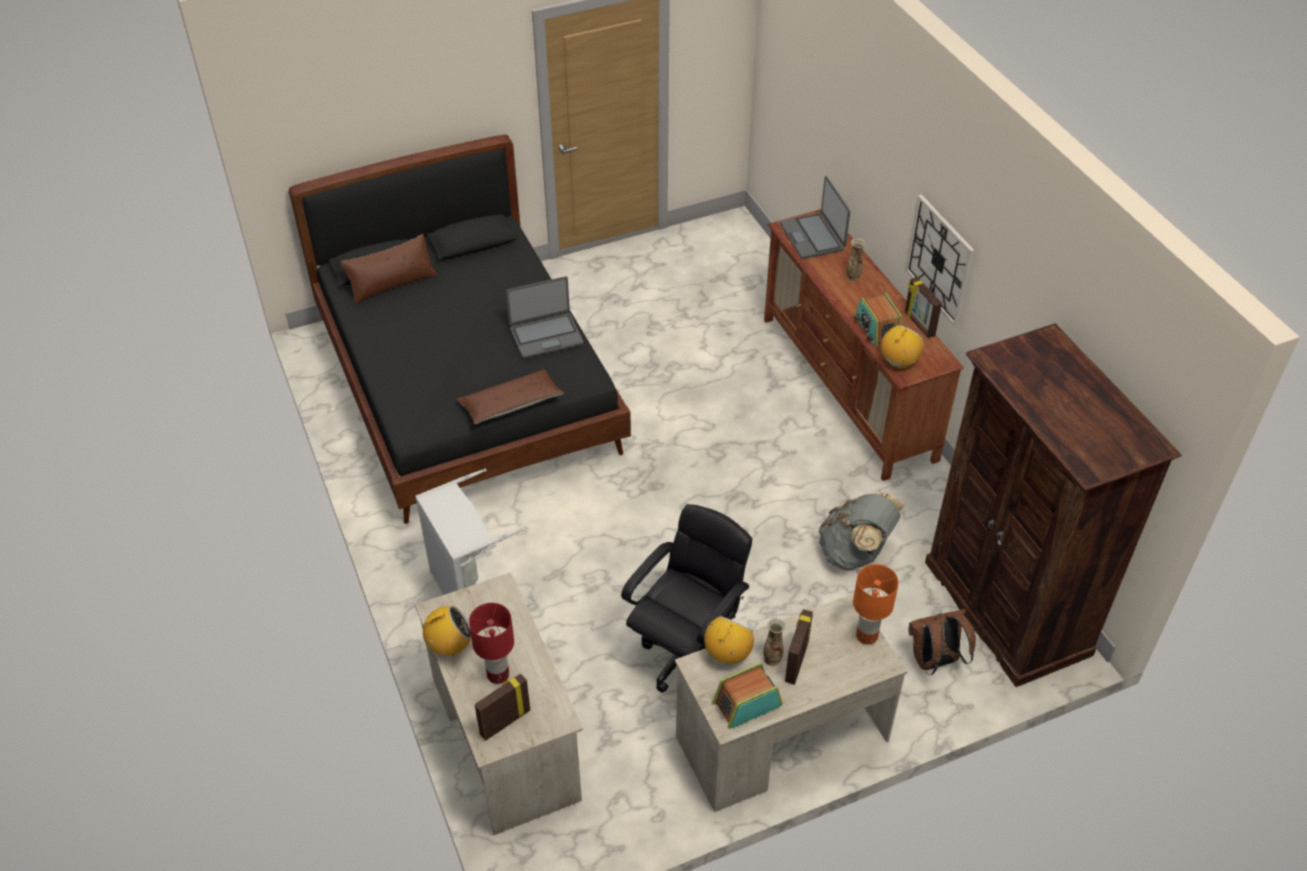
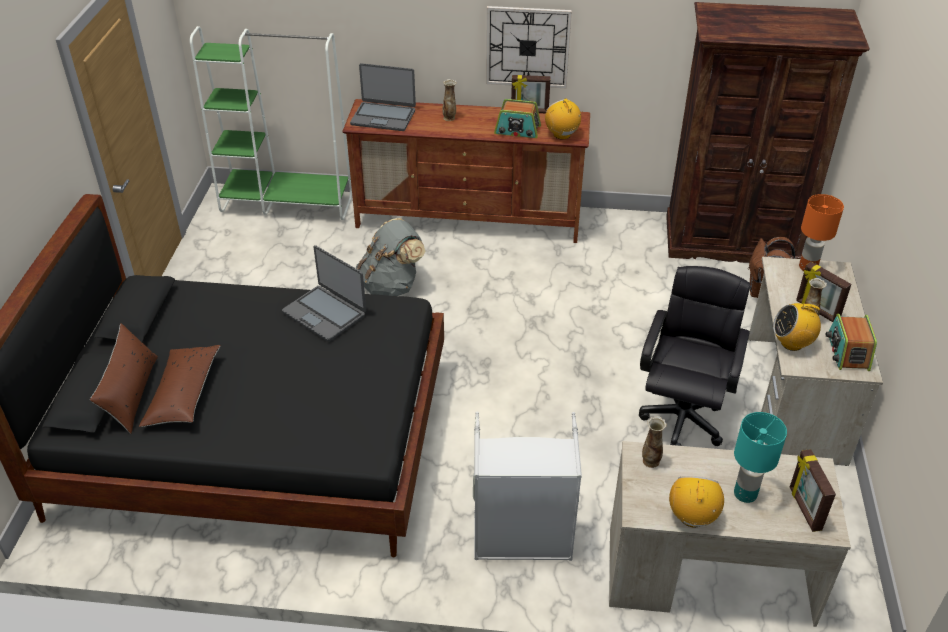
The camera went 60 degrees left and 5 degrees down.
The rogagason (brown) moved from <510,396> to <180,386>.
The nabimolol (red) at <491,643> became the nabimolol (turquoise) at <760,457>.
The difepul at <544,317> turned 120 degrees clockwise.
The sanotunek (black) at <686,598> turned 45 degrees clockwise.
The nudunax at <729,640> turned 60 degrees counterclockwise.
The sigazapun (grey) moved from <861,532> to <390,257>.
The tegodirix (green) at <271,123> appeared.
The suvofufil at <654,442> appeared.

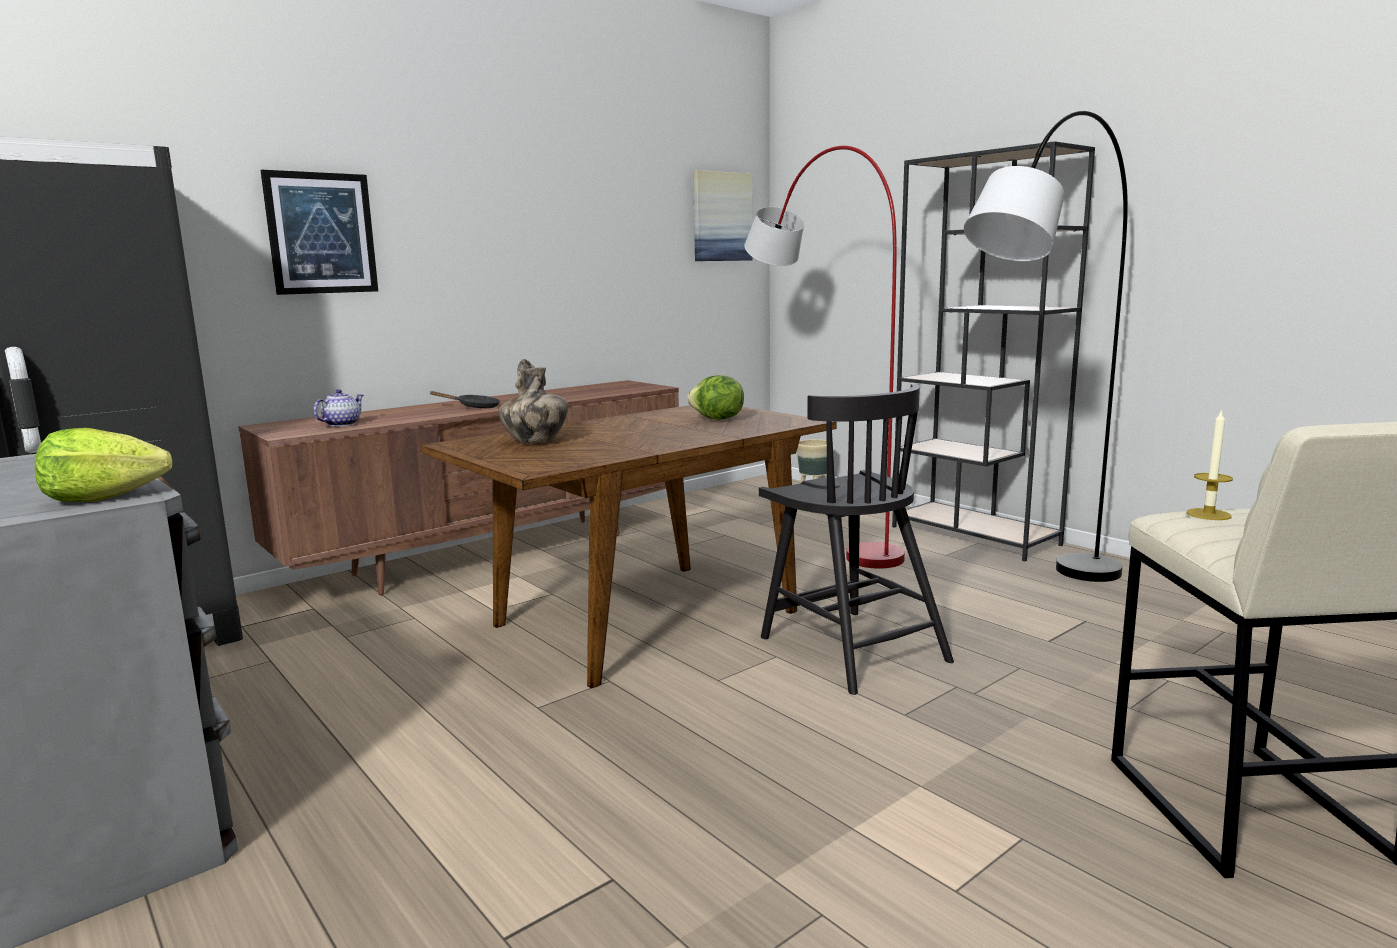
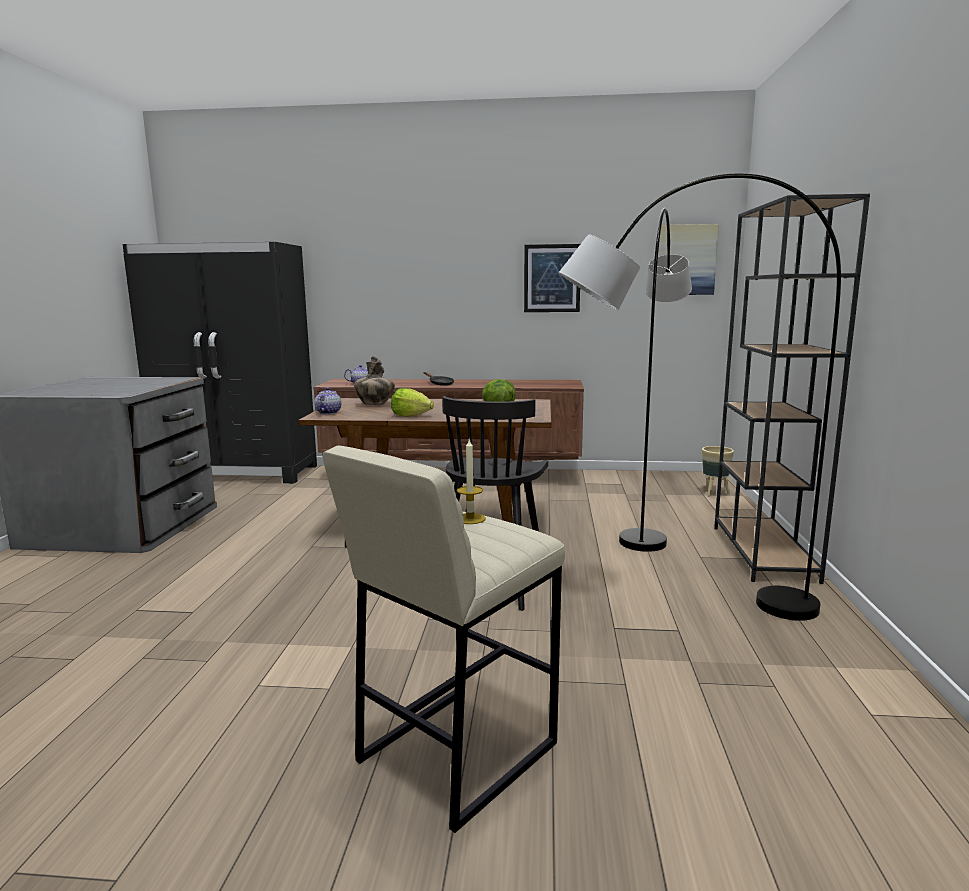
The camera went 45 degrees right and 0 degrees up.
The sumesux moved from <103,465> to <412,402>.
The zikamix moved from <319,232> to <552,278>.
The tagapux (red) at <824,357> became the tagapux (grey) at <655,380>.
The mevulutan at <327,400> appeared.

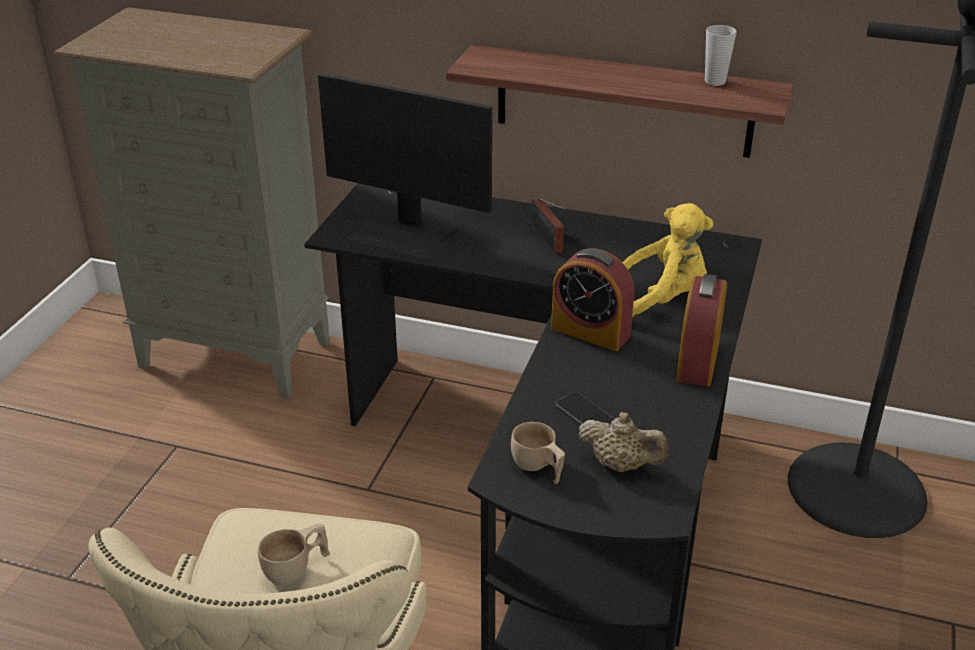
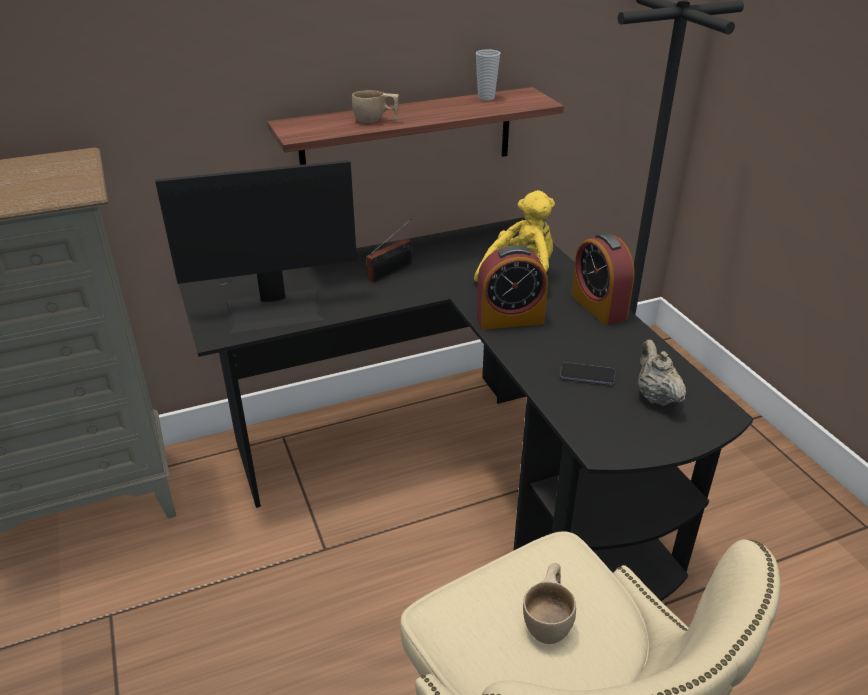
The camera went 40 degrees left and 0 degrees up.
The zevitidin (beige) moved from <538,453> to <375,106>.
The nudunax at <548,226> turned 75 degrees counterclockwise.
The mevulutan (beige) at <623,442> turned 90 degrees counterclockwise.

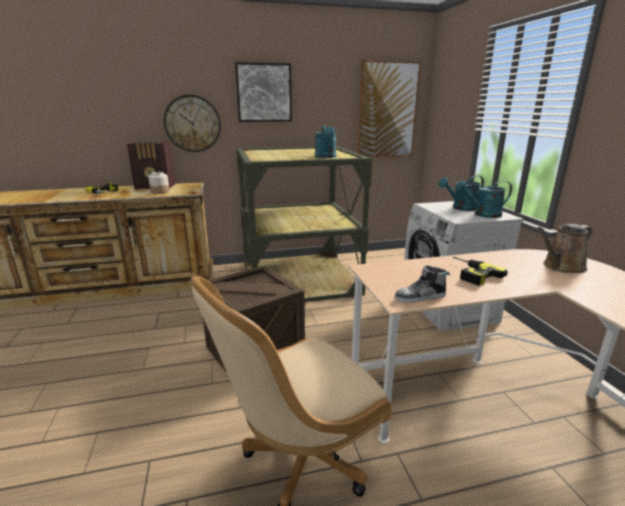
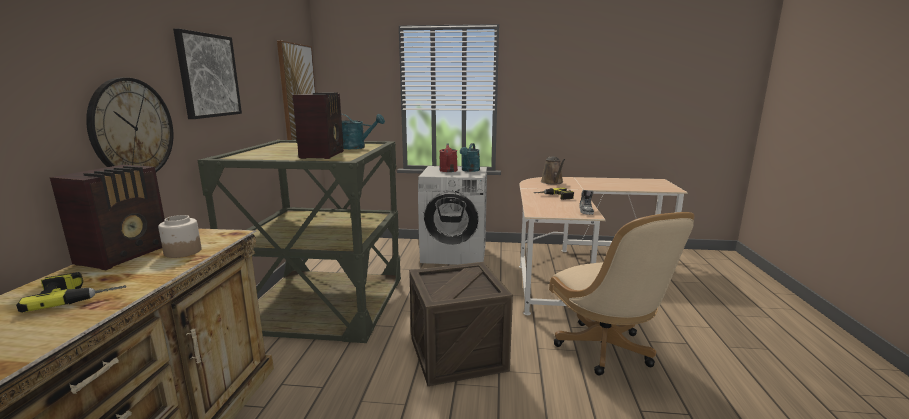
The camera went 70 degrees left and 5 degrees down.
The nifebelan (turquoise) at <461,193> became the nifebelan (red) at <448,158>.
The nudunax at <318,125> appeared.

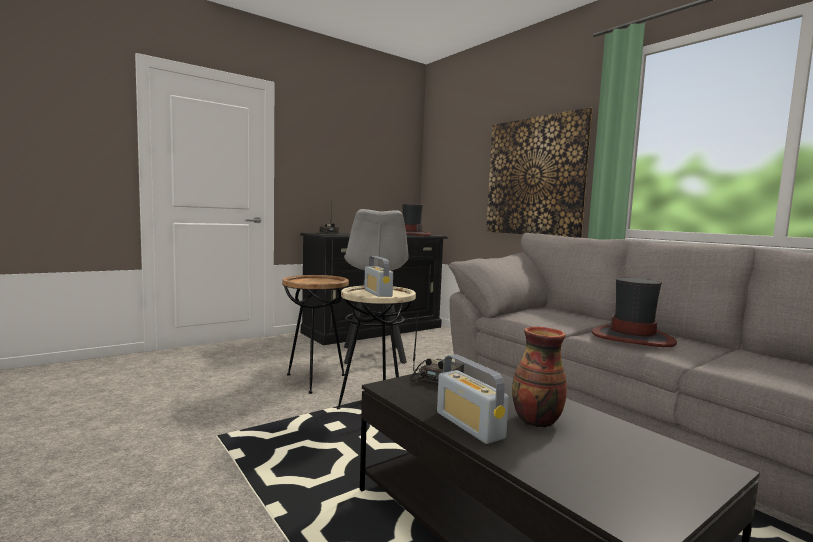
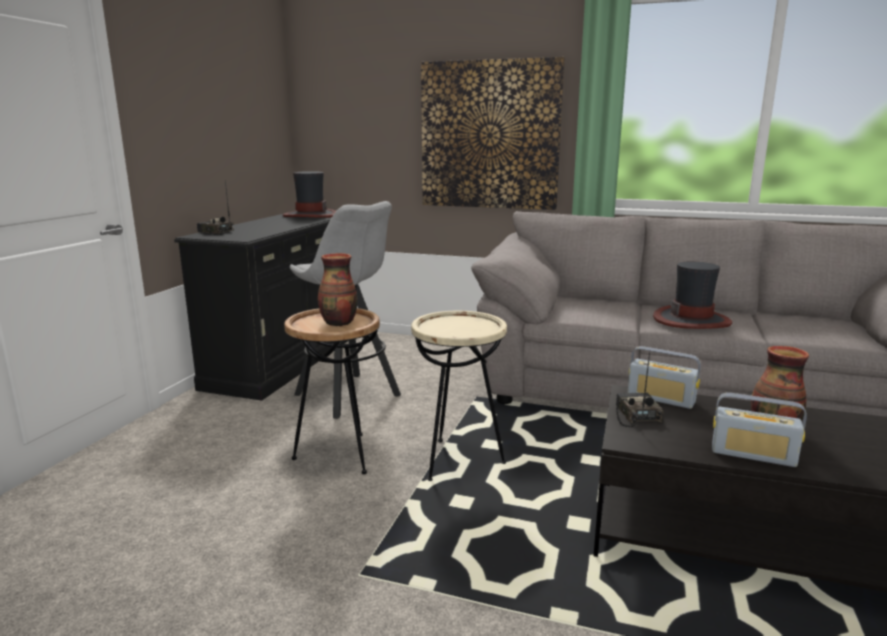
The camera went 35 degrees left and 10 degrees up.
The nudunax moved from <378,276> to <664,377>.
The suvofufil at <338,290> appeared.

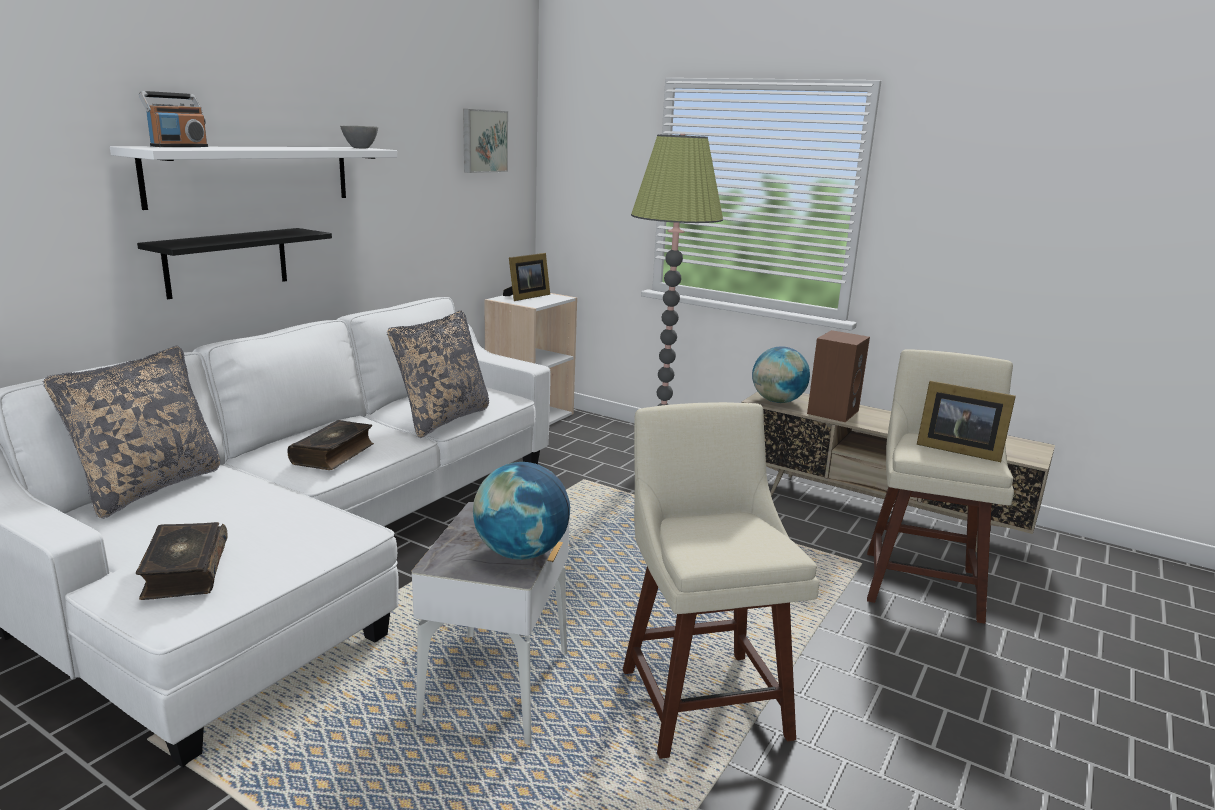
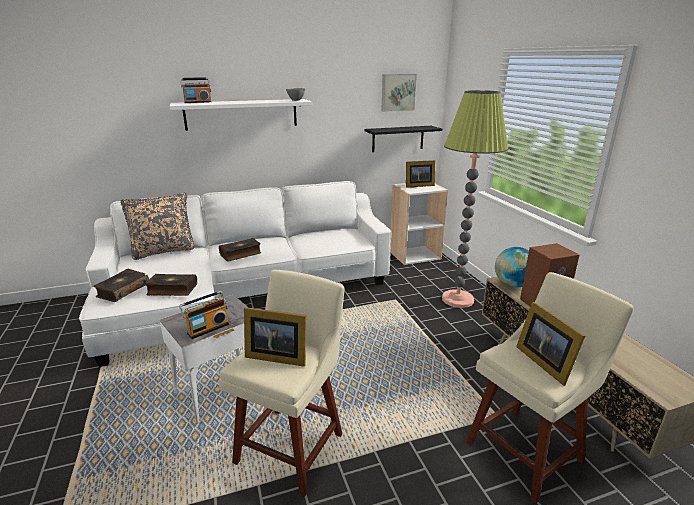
The camera went 40 degrees right and 5 degrees up.
The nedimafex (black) moved from <234,263> to <403,139>.
The rogagason (grey) at <437,374> disappeared.
The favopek at <521,511> was replaced by the nudunax at <204,315>.
The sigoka at <171,285> appeared.
The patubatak at <275,337> appeared.

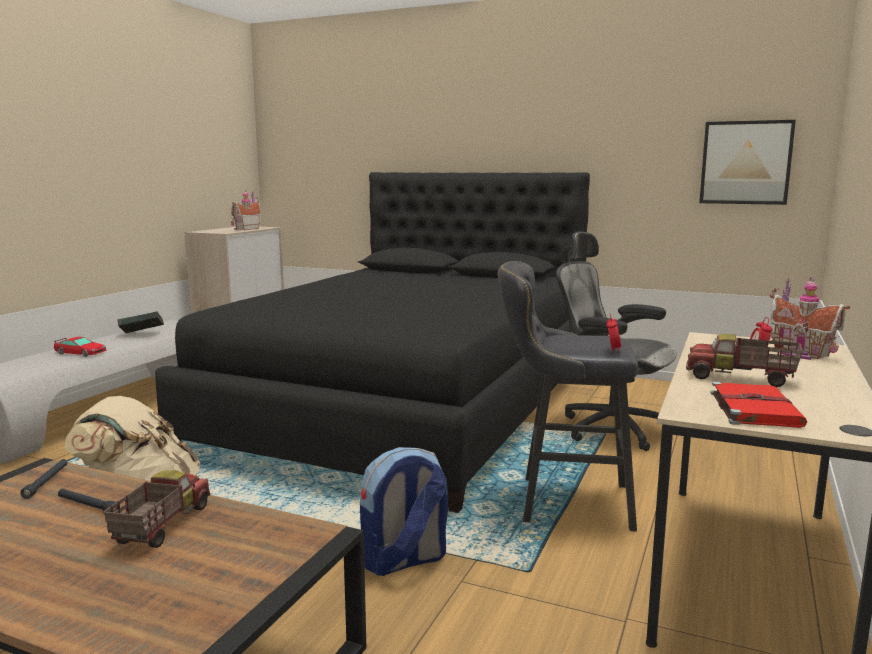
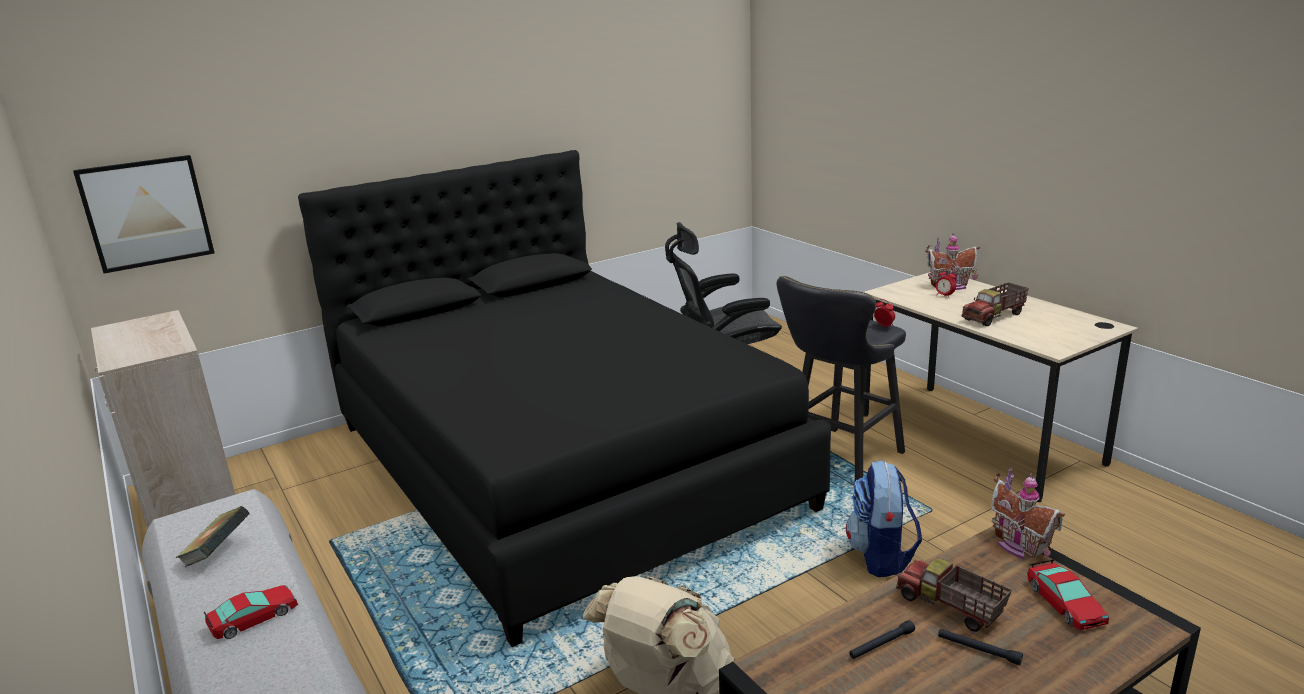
The camera went 55 degrees left and 10 degrees up.
The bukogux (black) moved from <44,479> to <980,647>.
The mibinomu moved from <246,209> to <1028,513>.
The zikamix moved from <747,162> to <144,214>.
The sigoka (red) at <758,405> disappeared.
The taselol at <1068,594> appeared.

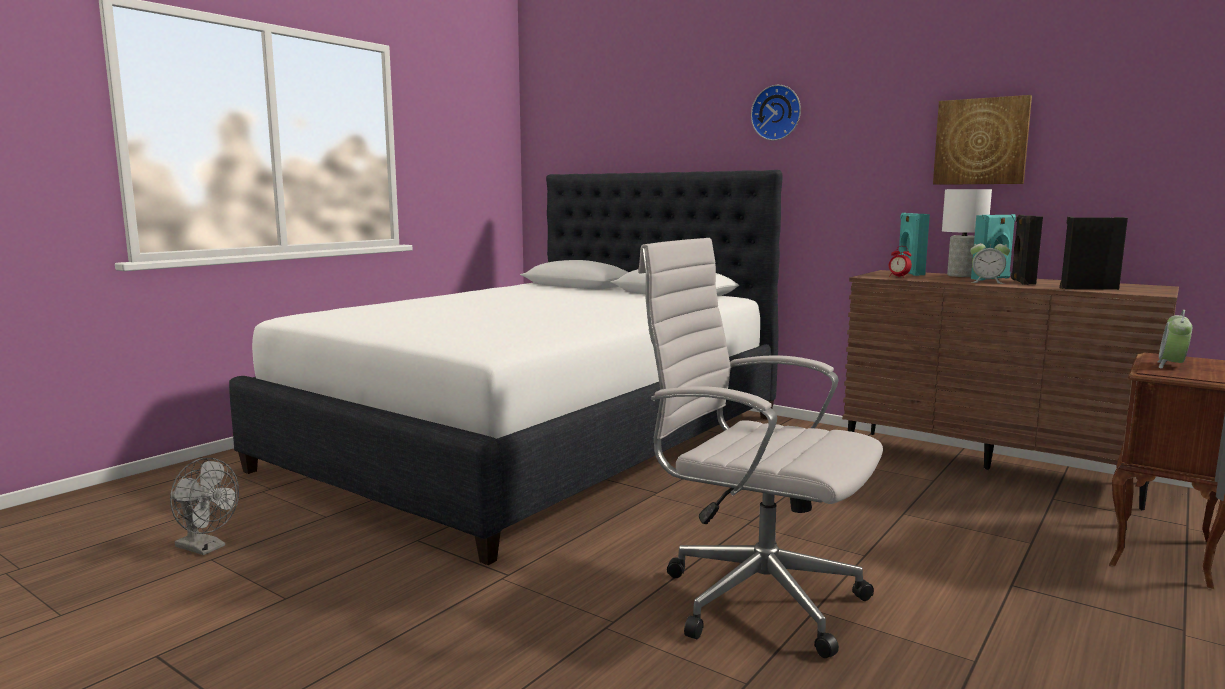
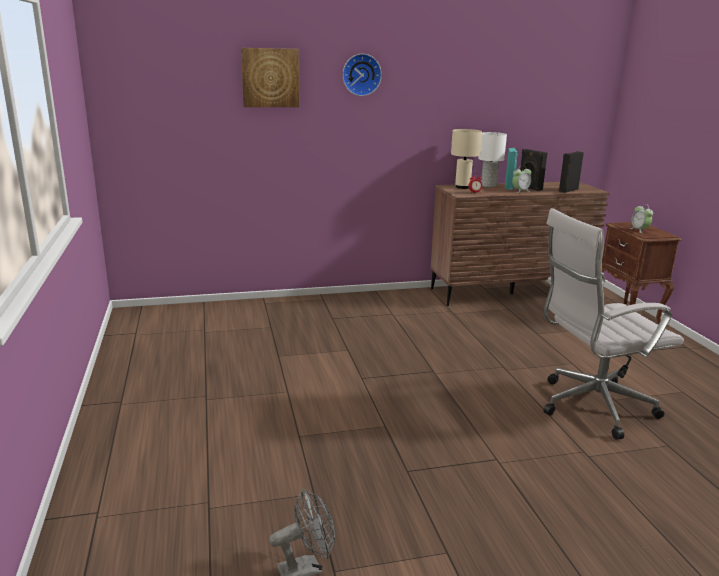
The camera went 50 degrees left and 10 degrees up.
The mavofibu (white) at <506,367> disappeared.
The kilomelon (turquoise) at <914,244> was replaced by the nabimolol (beige) at <466,159>.
The zikamix moved from <982,140> to <270,77>.

